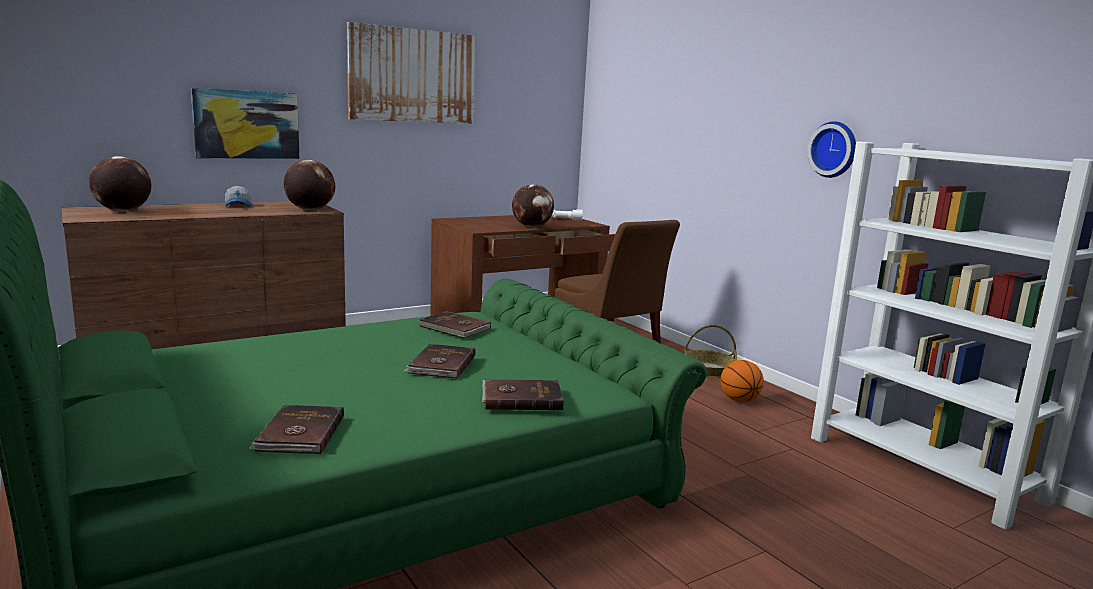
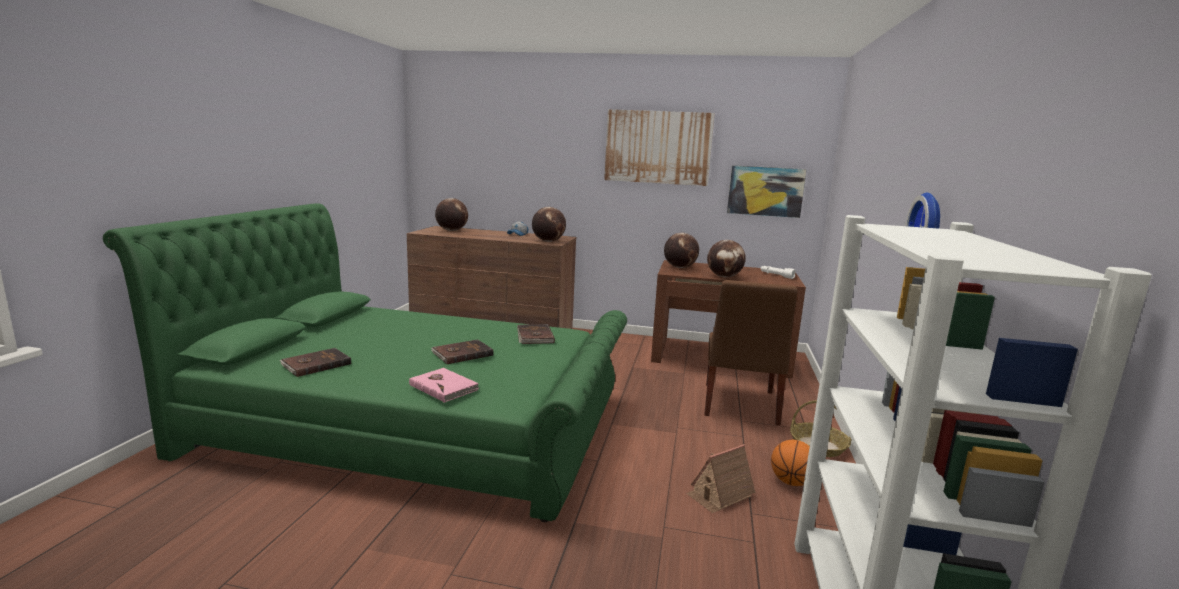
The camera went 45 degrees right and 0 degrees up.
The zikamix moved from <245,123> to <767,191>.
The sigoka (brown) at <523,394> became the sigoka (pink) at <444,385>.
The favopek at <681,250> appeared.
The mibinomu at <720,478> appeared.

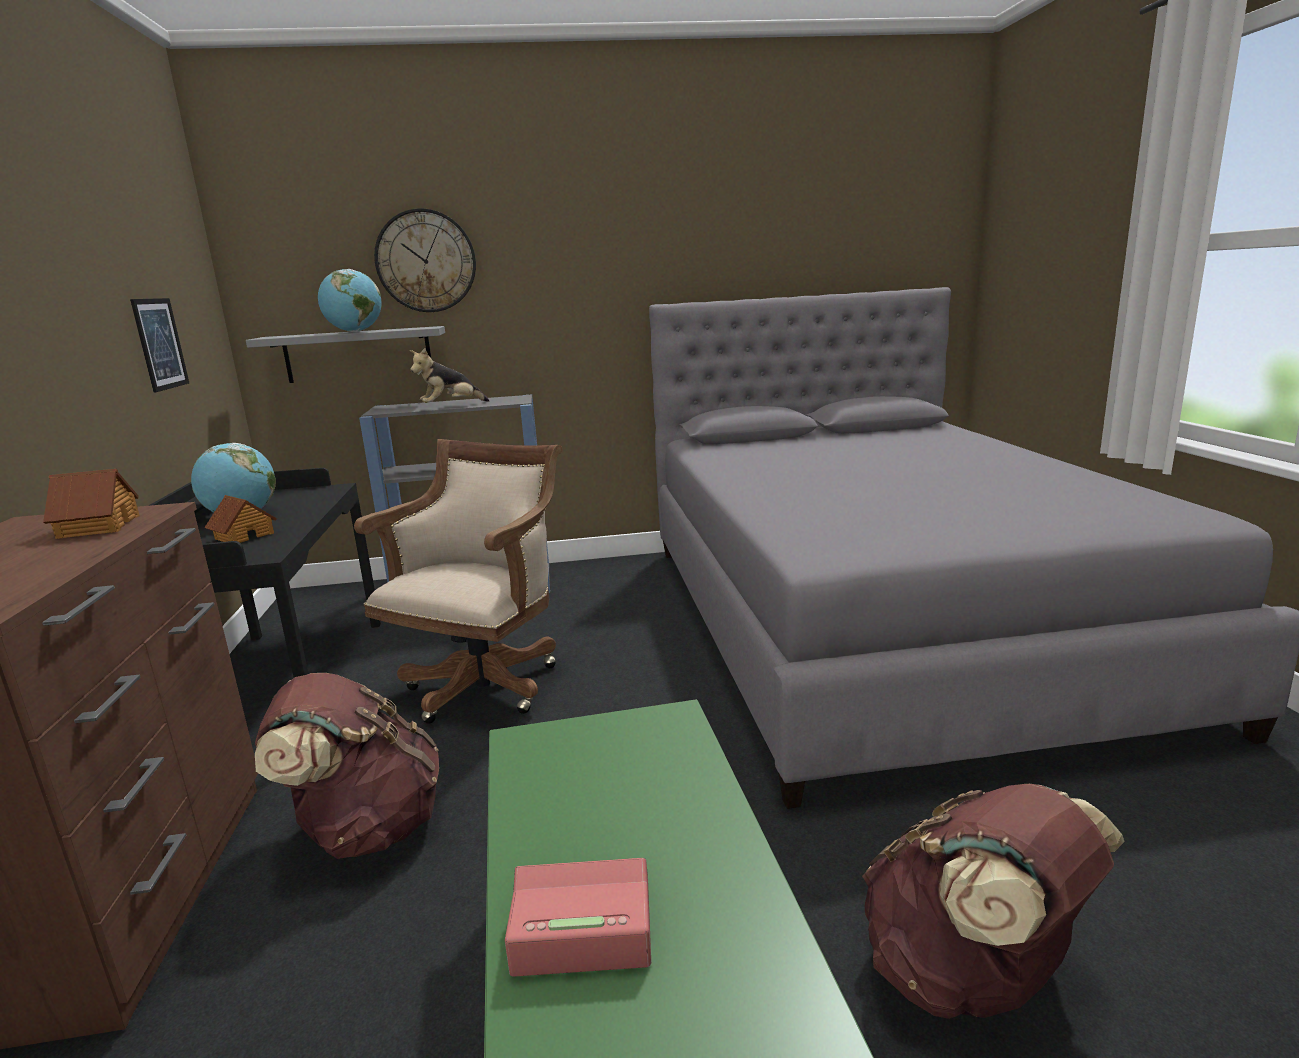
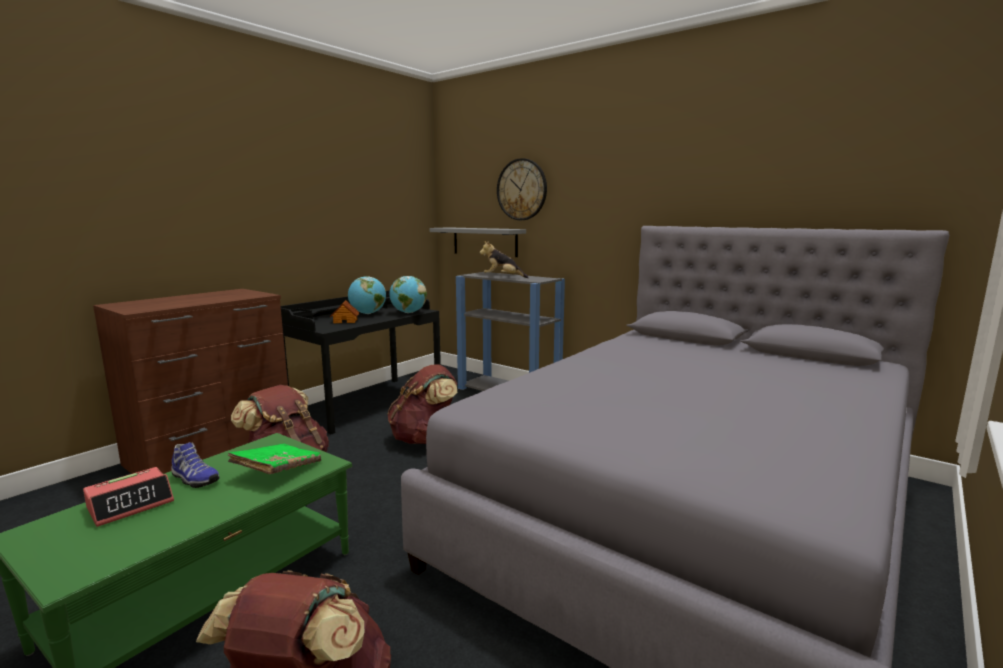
The camera went 45 degrees right and 5 degrees down.
The mibinomu at <91,504> disappeared.
The zikamix at <159,345> disappeared.
The favopek moved from <350,300> to <408,294>.
The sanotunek at <458,581> was replaced by the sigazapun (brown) at <422,404>.
The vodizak at <578,917> turned 90 degrees clockwise.
The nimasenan at <195,465> appeared.
The sigoka (green) at <274,459> appeared.

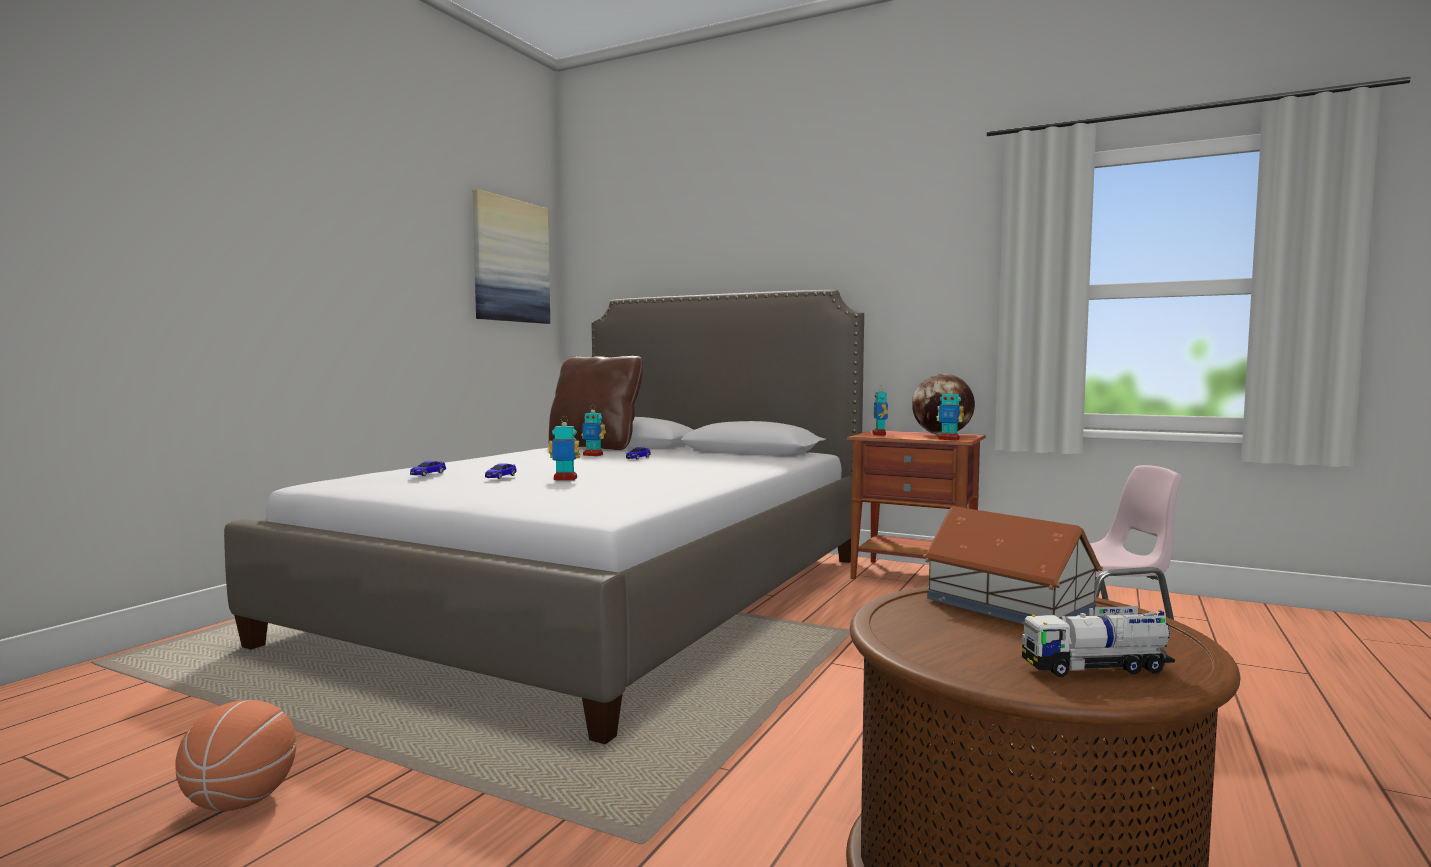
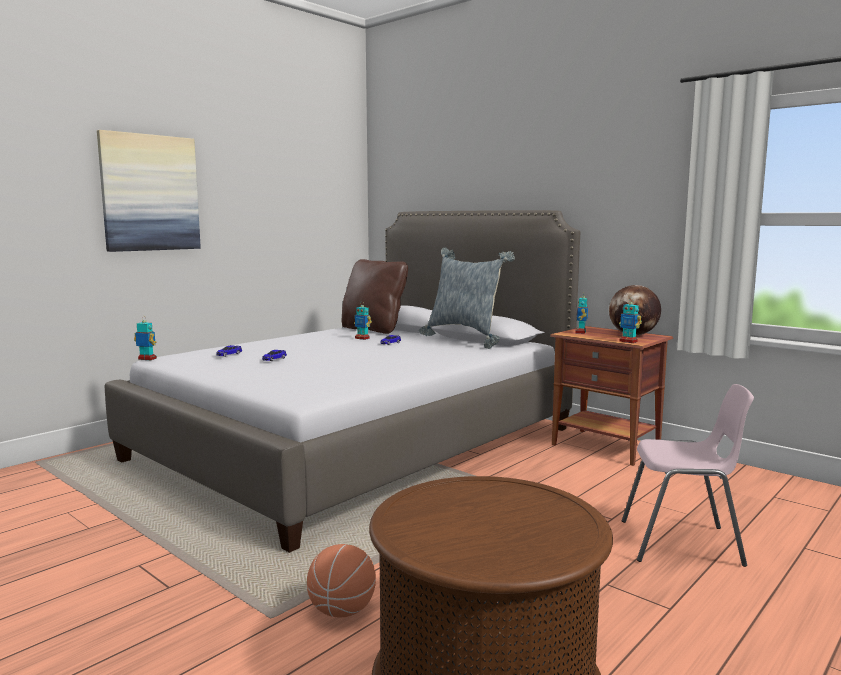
The camera went 15 degrees right and 5 degrees up.
The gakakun moved from <235,755> to <341,581>.
The zikamix moved from <511,256> to <149,191>.
The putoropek moved from <564,448> to <145,338>.
The mibinomu at <1012,565> disappeared.
The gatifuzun at <1098,641> disappeared.
The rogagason at <466,298> appeared.

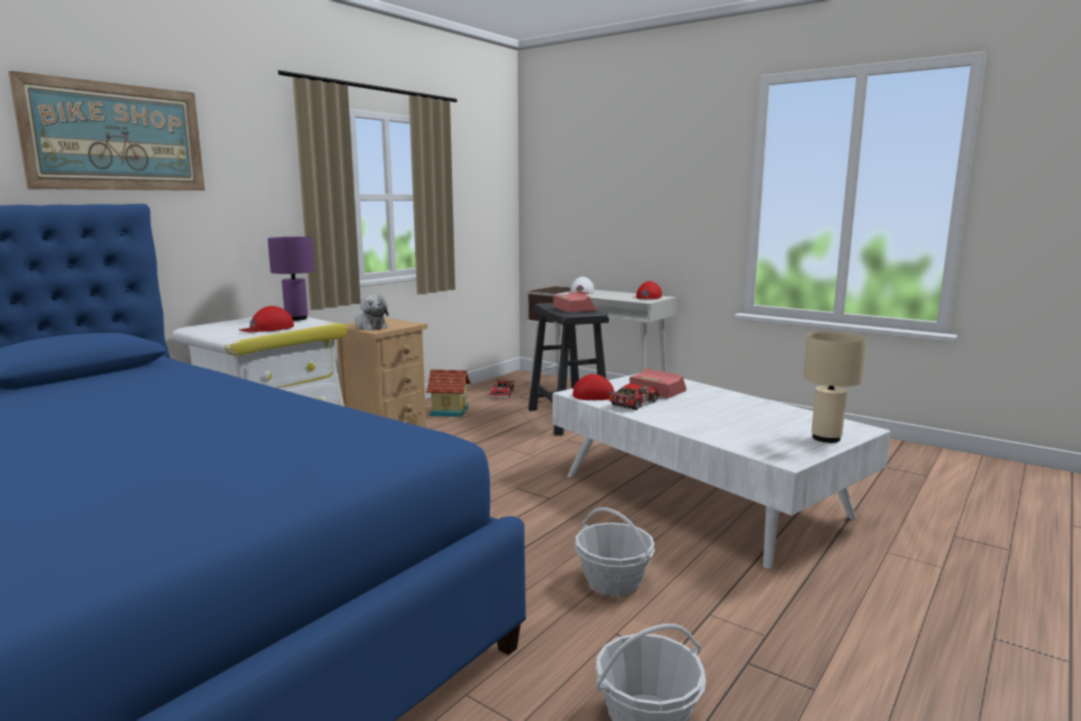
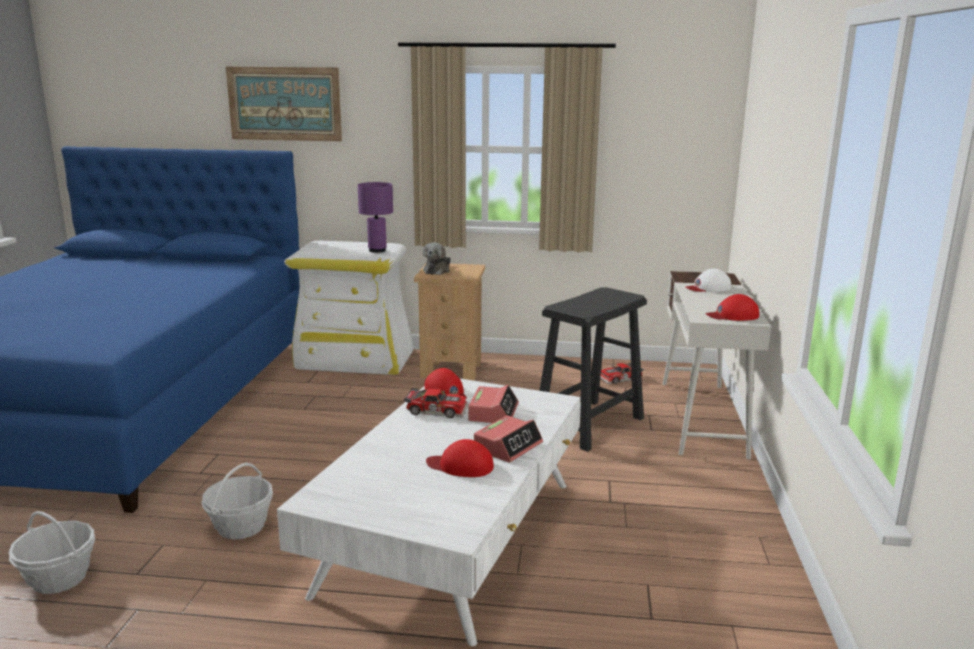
The camera went 60 degrees right and 5 degrees up.
The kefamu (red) moved from <266,319> to <460,458>.
The mibinomu at <448,393> disappeared.
The vodizak moved from <575,302> to <508,439>.
The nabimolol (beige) at <834,387> disappeared.

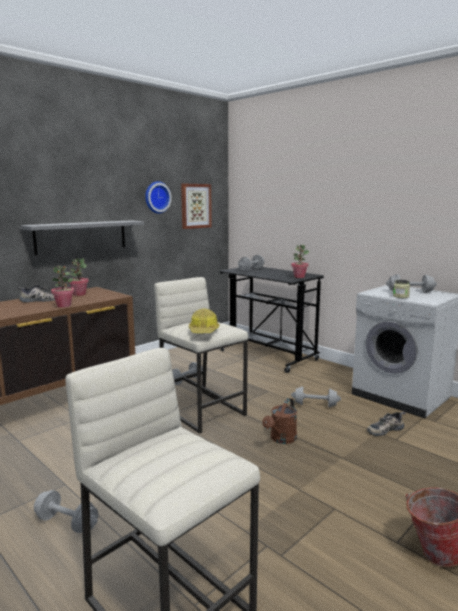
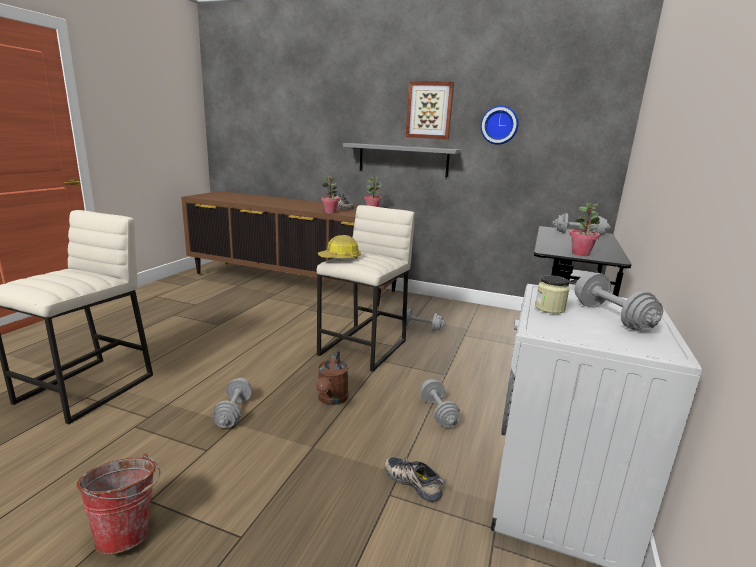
The camera went 65 degrees right and 5 degrees up.
The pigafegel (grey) moved from <66,511> to <232,403>.
The zikamix moved from <196,206> to <430,110>.
The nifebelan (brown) at <279,421> turned 90 degrees counterclockwise.

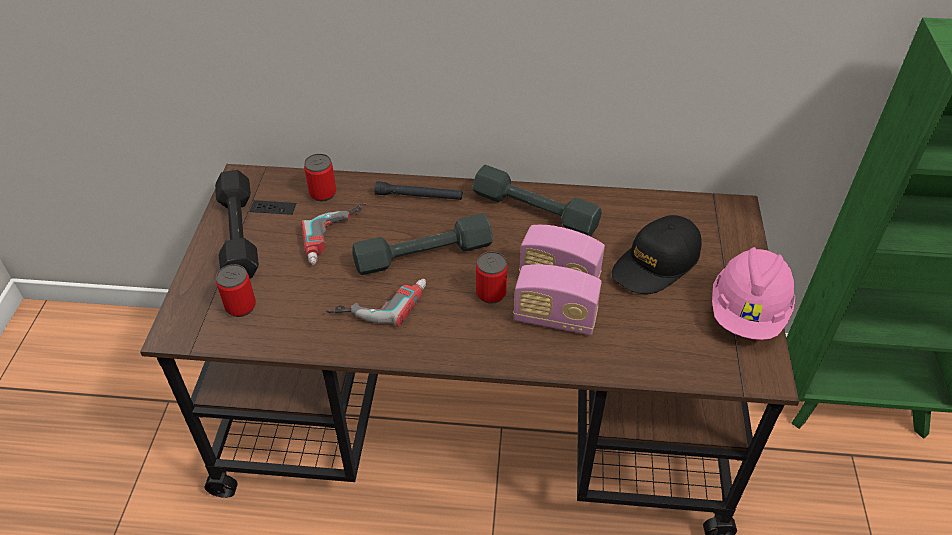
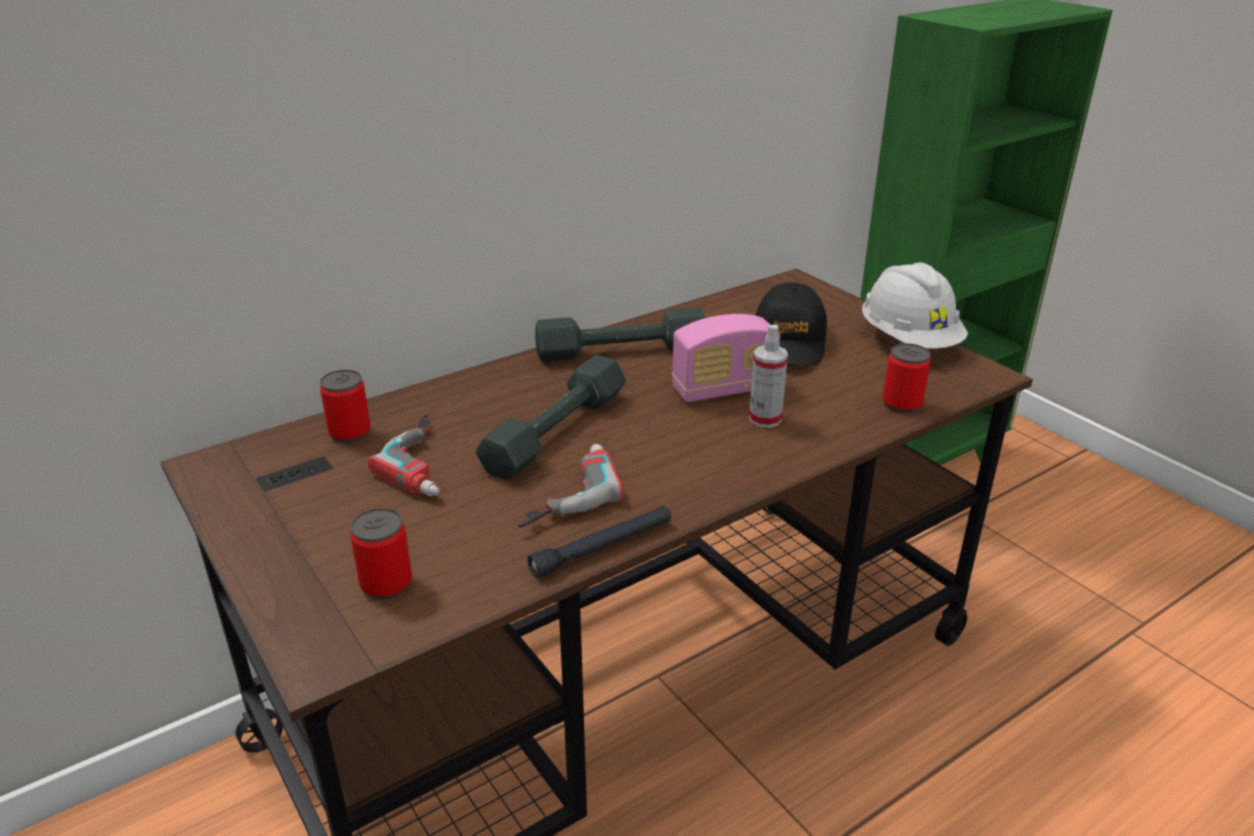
The camera went 40 degrees left and 15 degrees down.
The pigafegel (black) at <237,224> disappeared.
The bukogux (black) moved from <418,190> to <599,542>.
The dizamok moved from <491,277> to <907,378>.
The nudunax at <557,299> was replaced by the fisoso at <768,376>.
The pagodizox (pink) at <753,293> became the pagodizox (white) at <915,306>.

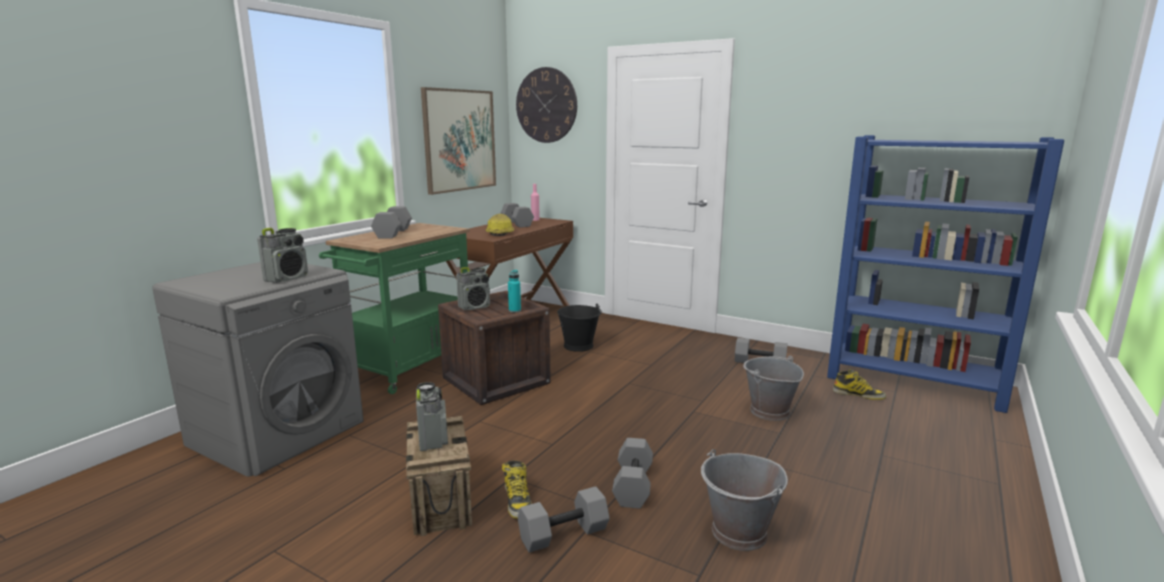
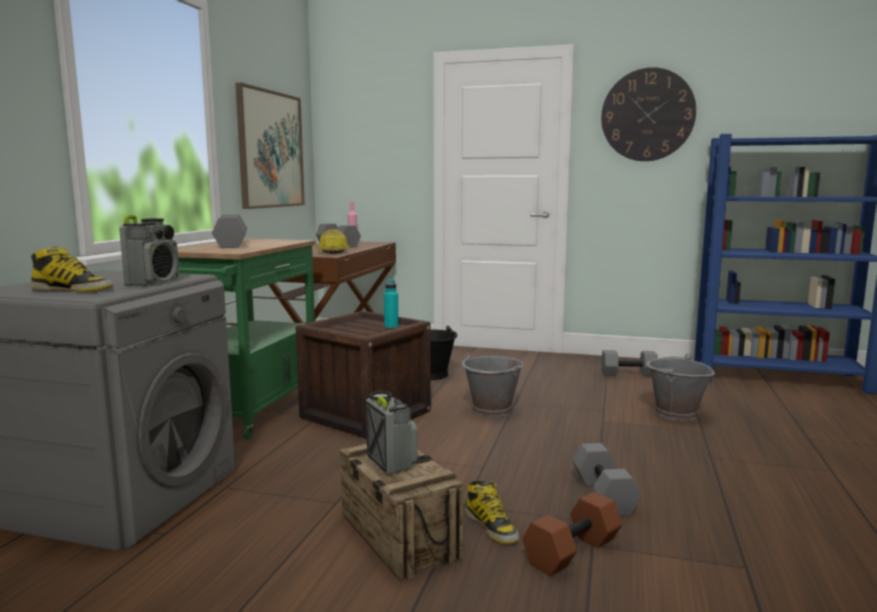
The camera went 15 degrees left and 5 degrees down.
The nudunax at <473,288> disappeared.
The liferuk moved from <546,105> to <648,114>.
The pigafegel (grey) at <564,519> became the pigafegel (brown) at <572,534>.
The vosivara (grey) moved from <744,500> to <492,385>.
The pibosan moved from <859,384> to <72,269>.

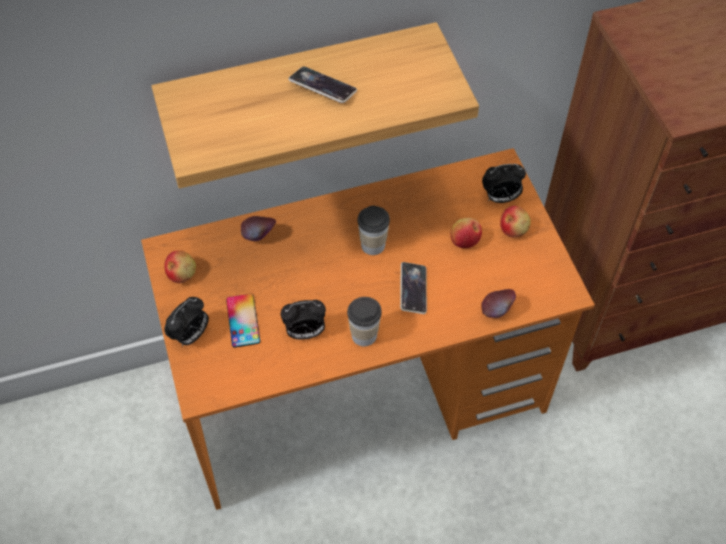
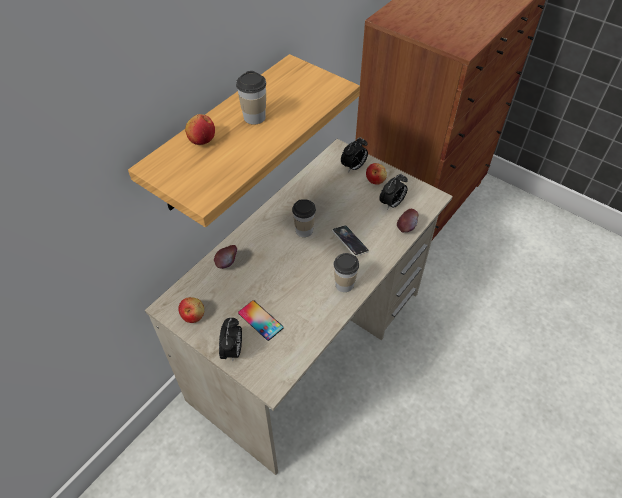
The camera went 35 degrees left and 5 degrees down.
The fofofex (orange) at <368,329> became the fofofex (beige) at <299,307>.
The vodizak moved from <303,320> to <393,191>.
The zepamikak at <322,84> was replaced by the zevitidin at <251,98>.
The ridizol moved from <466,233> to <200,129>.

